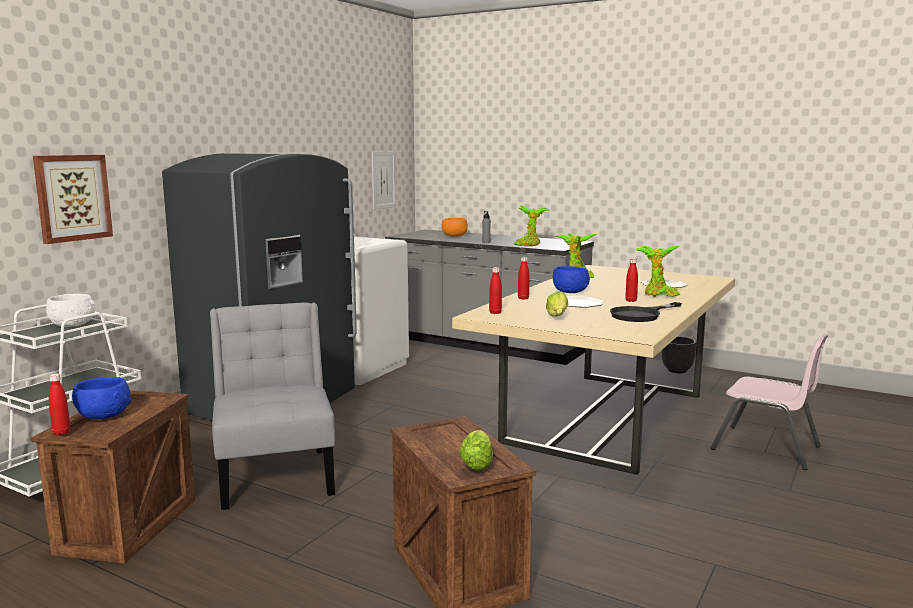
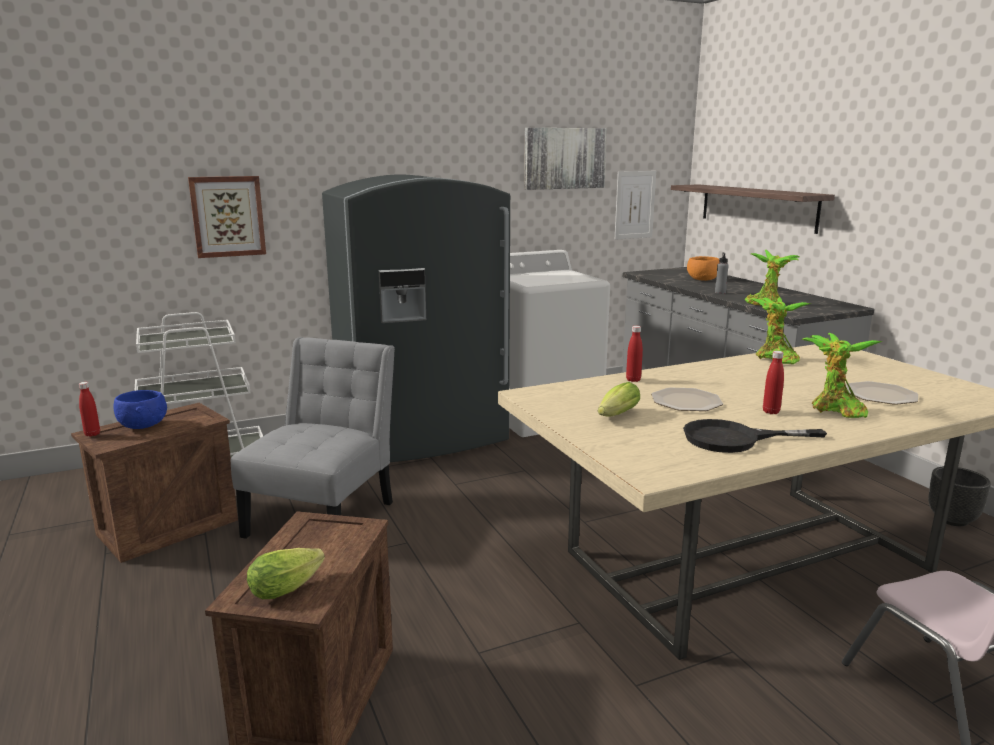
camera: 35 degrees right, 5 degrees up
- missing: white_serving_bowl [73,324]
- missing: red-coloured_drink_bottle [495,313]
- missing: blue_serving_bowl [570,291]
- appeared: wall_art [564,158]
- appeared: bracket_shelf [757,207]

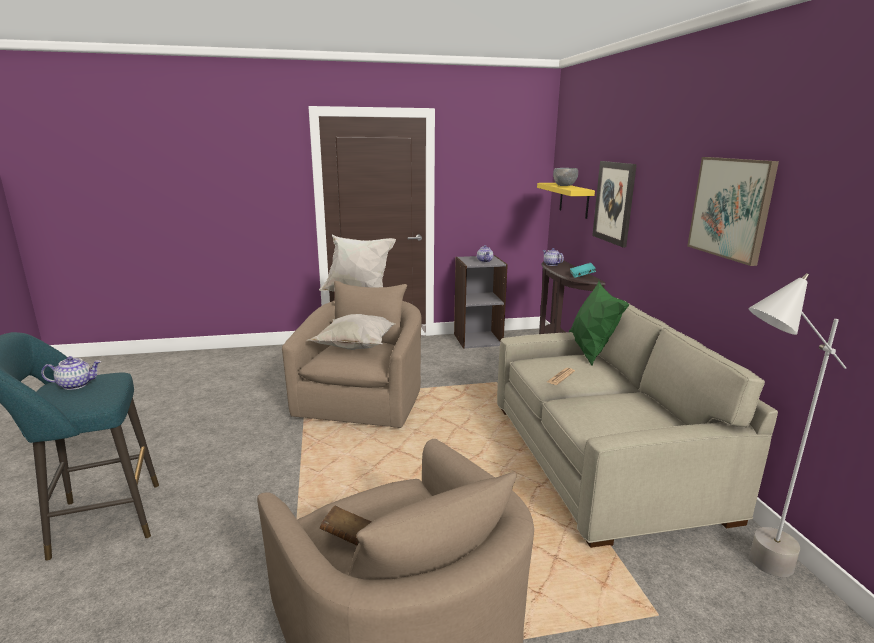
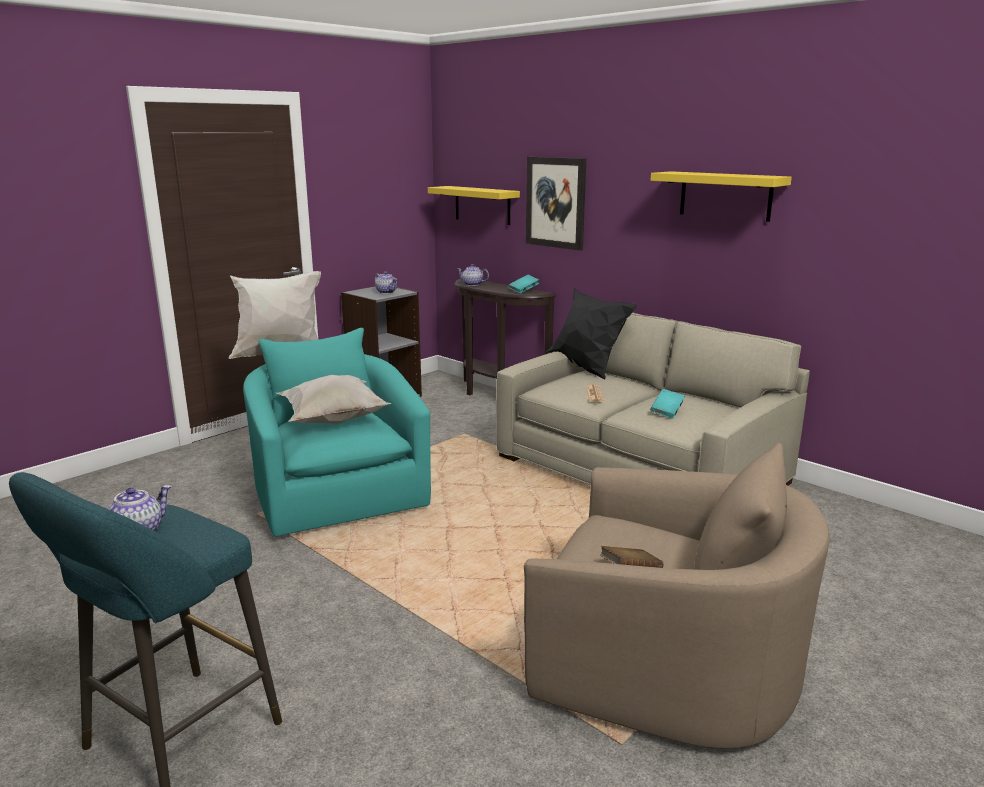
camera: 35 degrees left, 0 degrees up
- colour: beige_armchair [363,399] to blue-green_armchair [337,493]
- missing: gray_serving_bowl [564,186]
- colour: green-coloured_cushion [591,352] to black-coloured_cushion [586,368]
- exchanged: wall_art [731,208] to yellowish_bracket_shelf [725,196]
- missing: gray_standing_lamp [745,569]
- appeared: blue-green_bound_book [667,412]

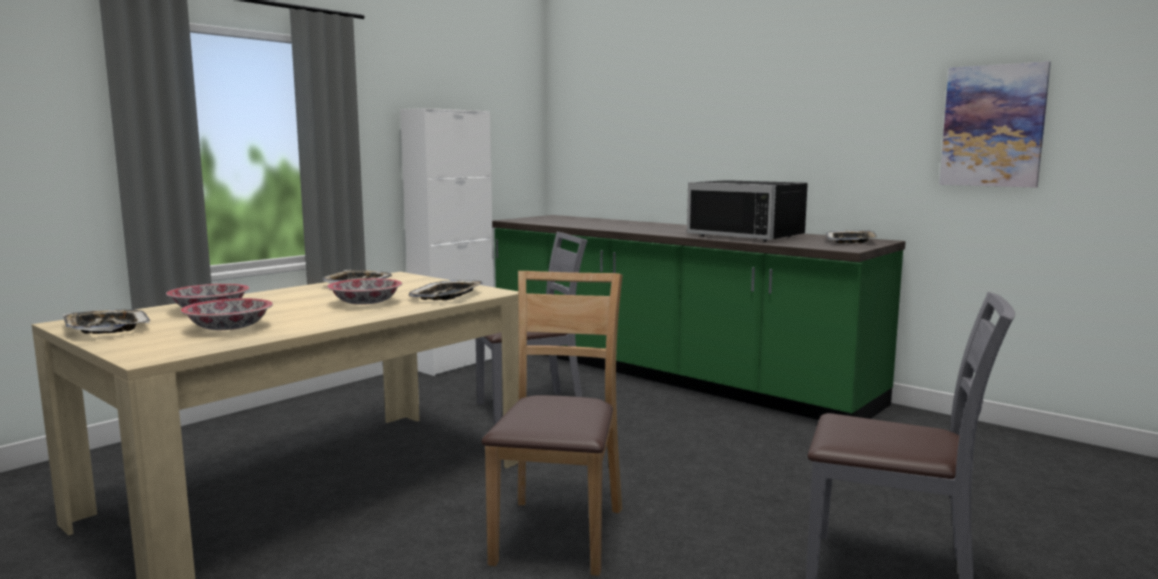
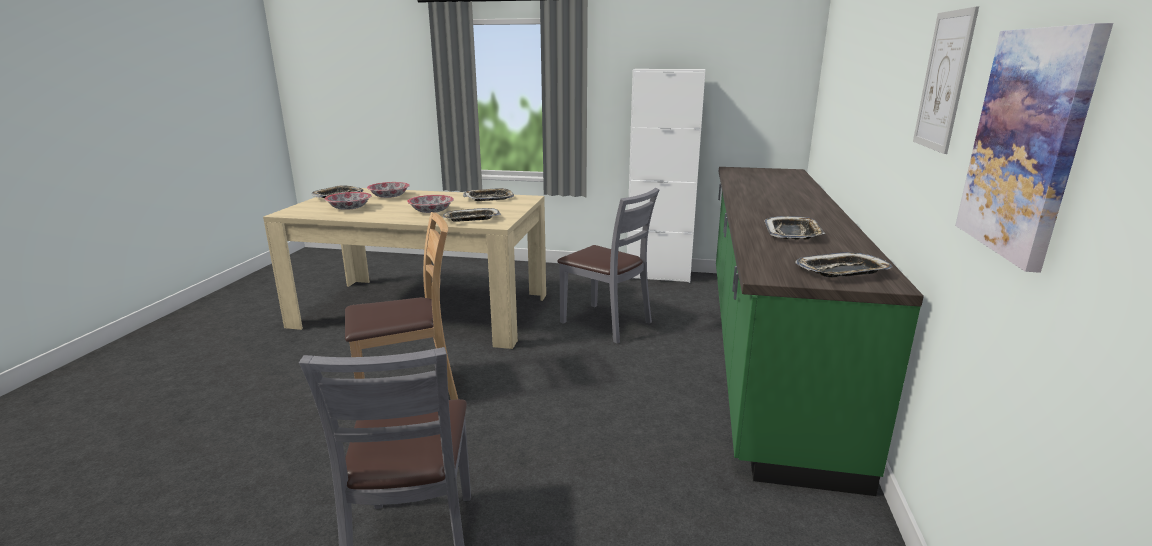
camera: 60 degrees right, 10 degrees up
- exchanged: black-coloured_microwave_oven [750,236] to tray [793,233]
- appeared: wall_art [943,81]

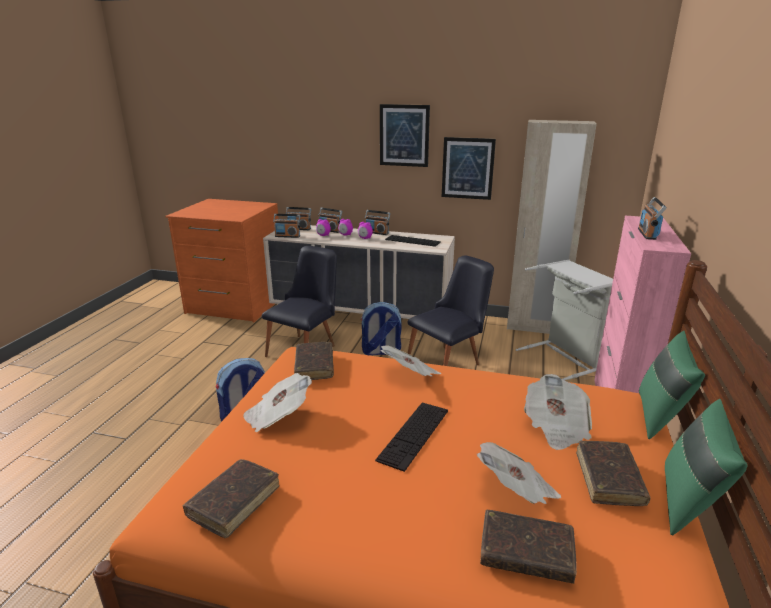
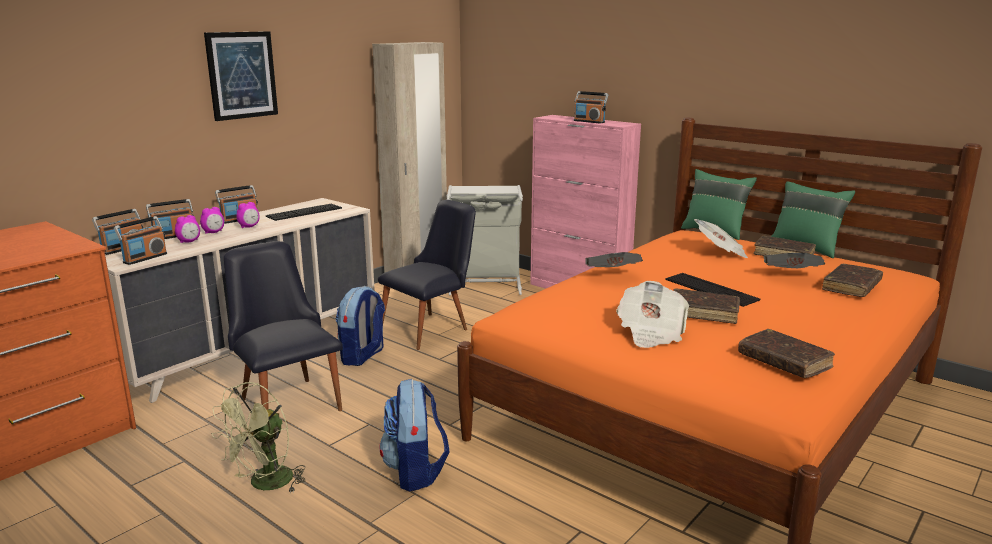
camera: 65 degrees left, 5 degrees down
- relocated: brownish_bound_book [314,366] to [703,313]
- spun: black-coloured_chair [449,362] = [431,328] 60 degrees clockwise
- missing: wall_art [468,168]
- appeared: green-coloured_fan [265,484]

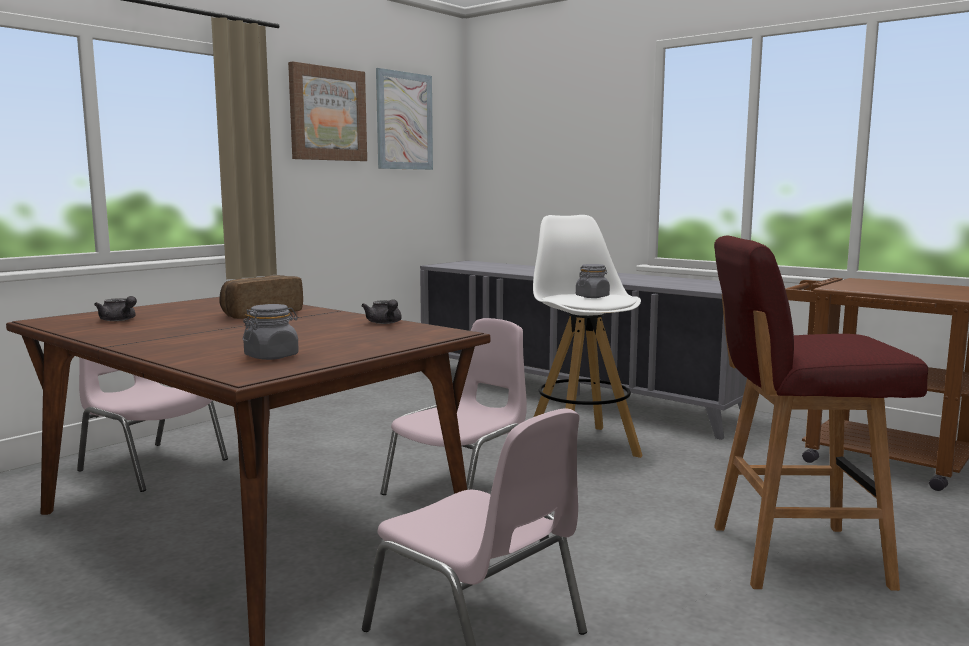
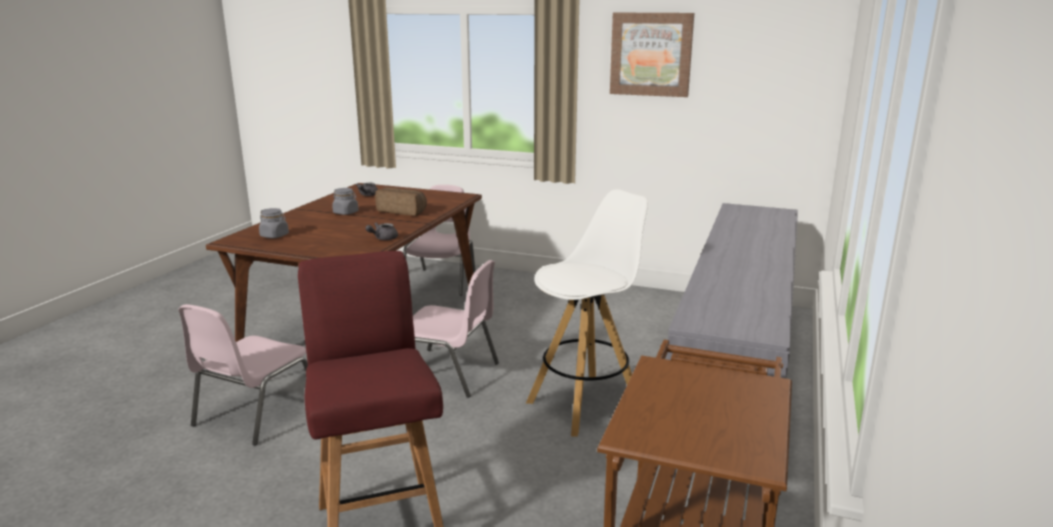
camera: 70 degrees right, 10 degrees up
- missing: wall_art [404,121]
- relocated: gray_jar [592,297] to [346,213]

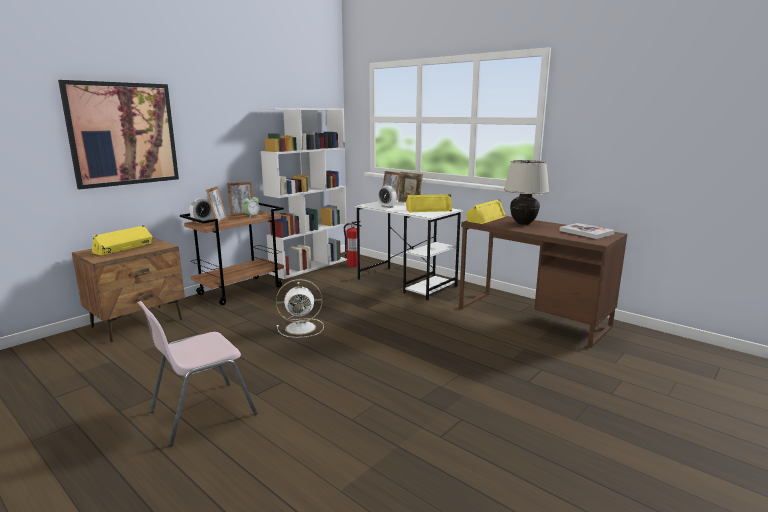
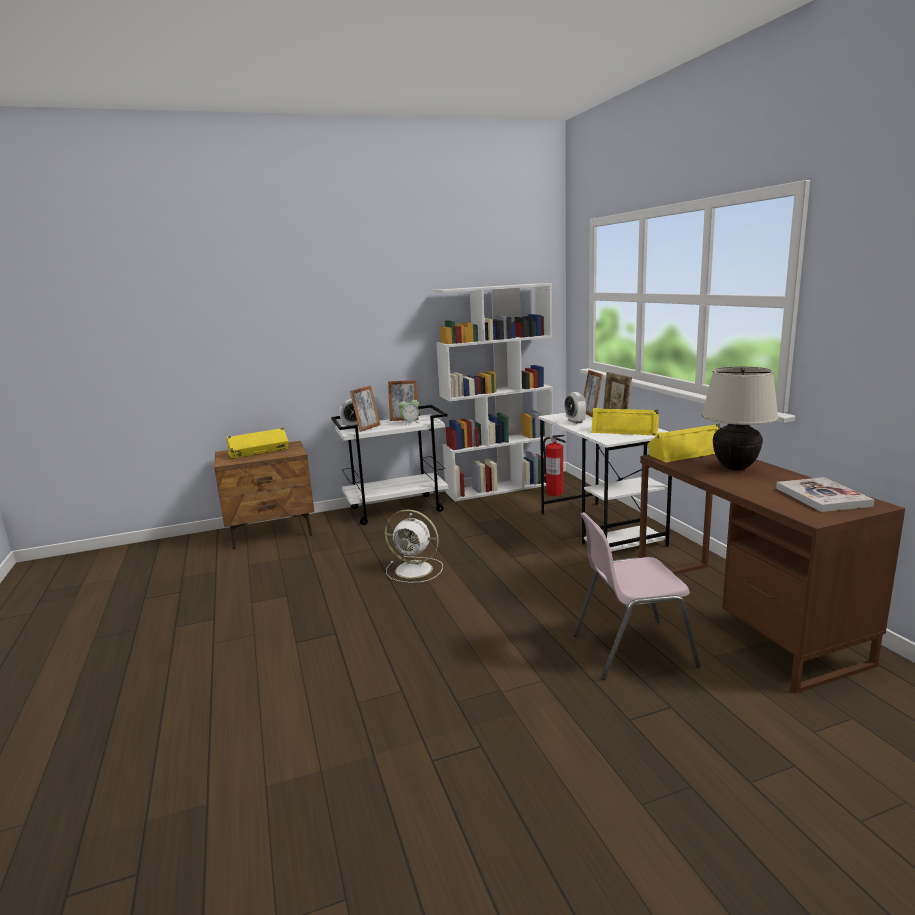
camera: 30 degrees right, 0 degrees up
- missing: wall_art [123,134]
- relocated: pink-coloured_chair [201,413] to [631,649]
- colour: brownish_wheeled_cart [241,290] to white_wheeled_cart [397,509]

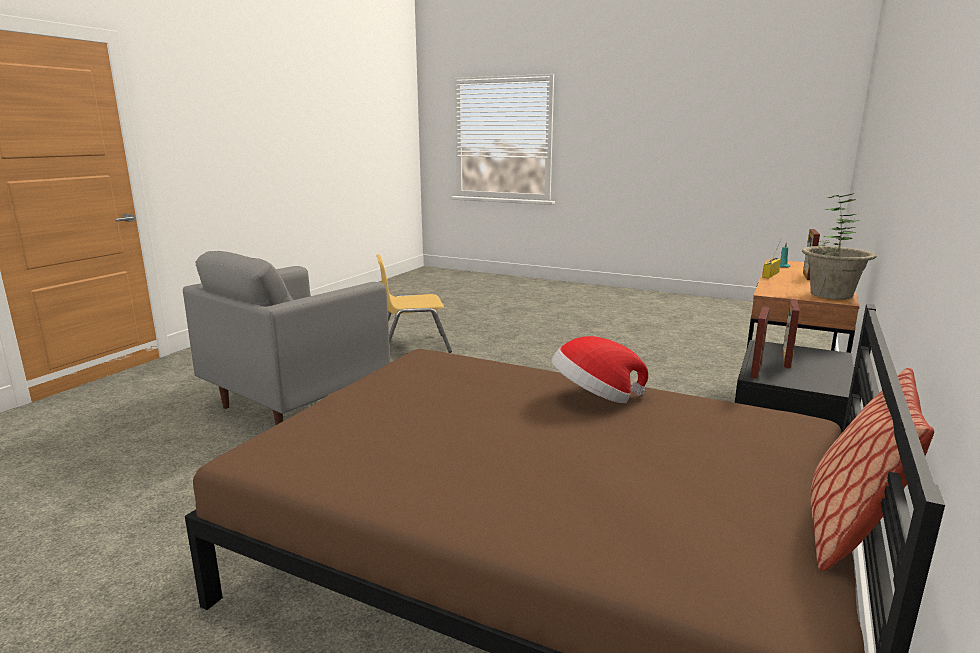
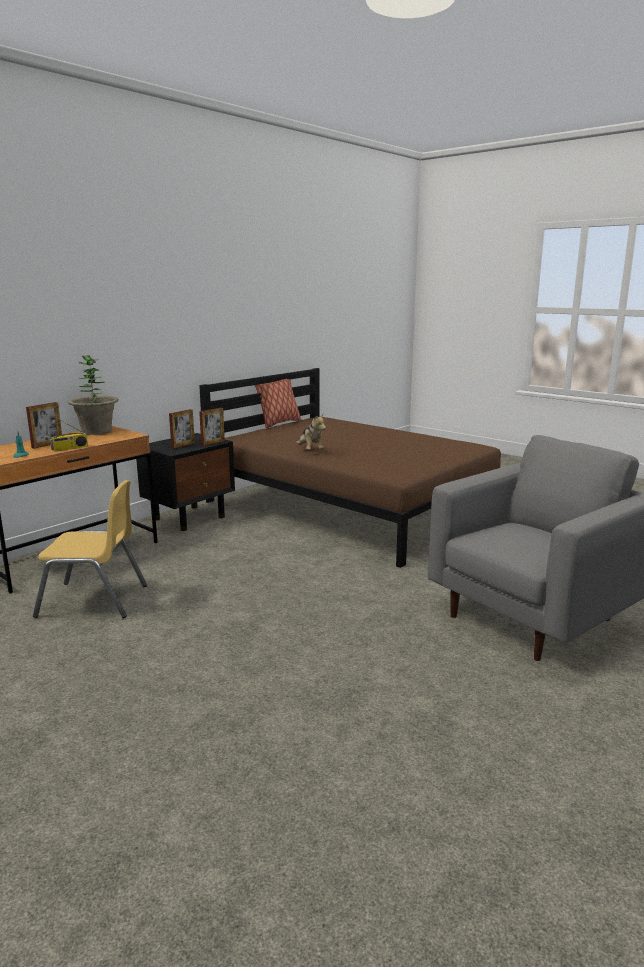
camera: 165 degrees left, 0 degrees up
- relocated: yellowish_chair [413,346] to [93,601]
- exchanged: hat [594,398] to plush_toy [310,450]

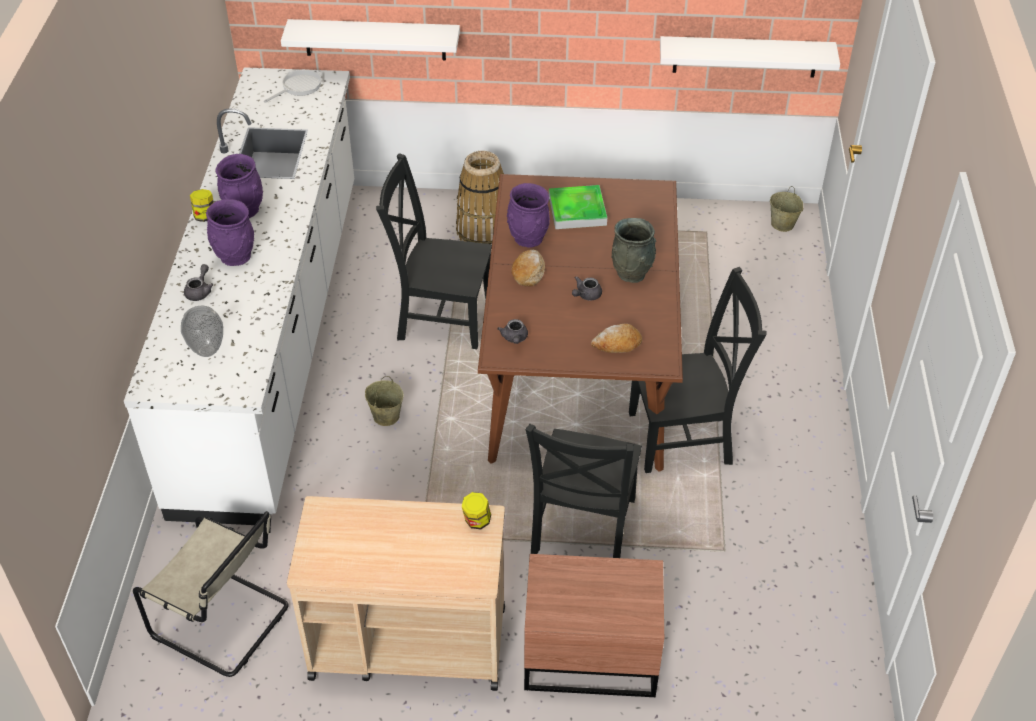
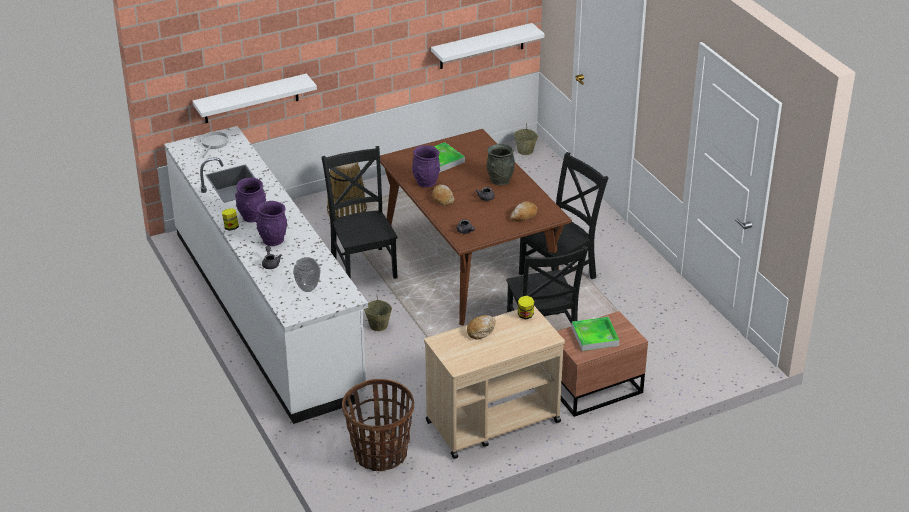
camera: 30 degrees left, 10 degrees down
- exchanged: beige_chair [225,622] to household_basket [380,454]
- spun: black-coloured_chair [440,318] = [363,266] 90 degrees clockwise
- appeared: baked_bread [481,330]
- appeared: tray [595,336]

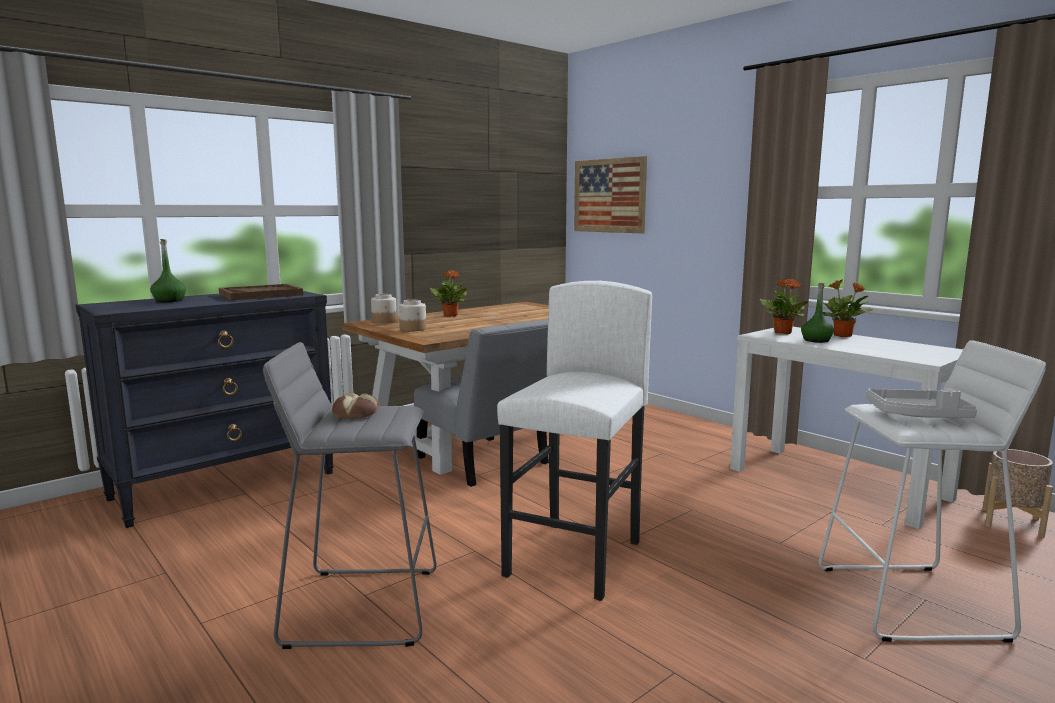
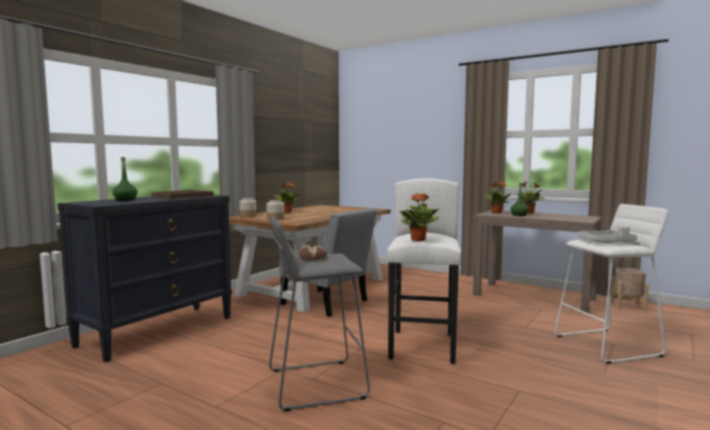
camera: 15 degrees left, 5 degrees down
- missing: wall_art [609,195]
- colour: white_console_table [837,483] to brownish_console_table [534,297]
- appeared: potted_plant [418,240]

